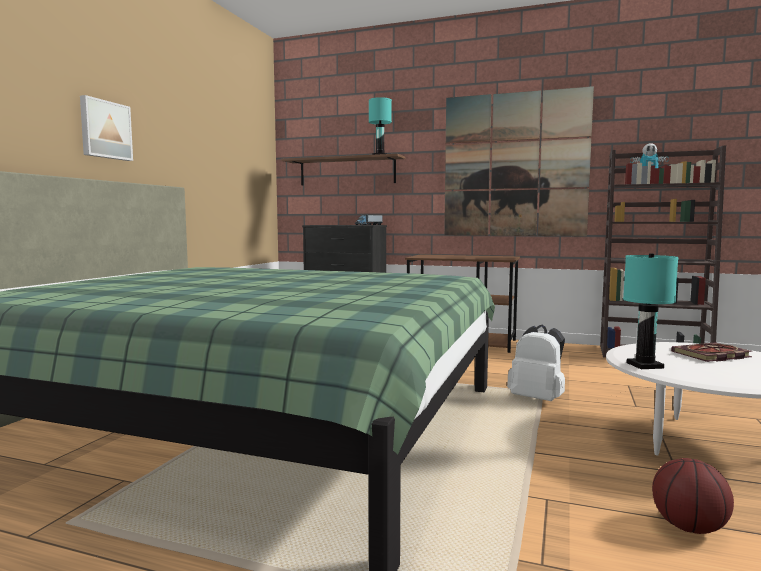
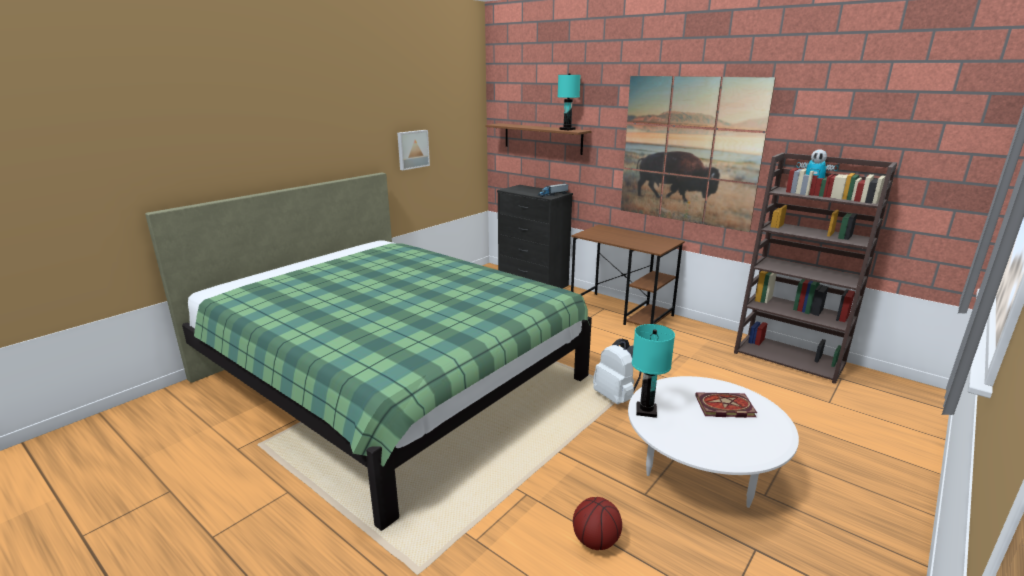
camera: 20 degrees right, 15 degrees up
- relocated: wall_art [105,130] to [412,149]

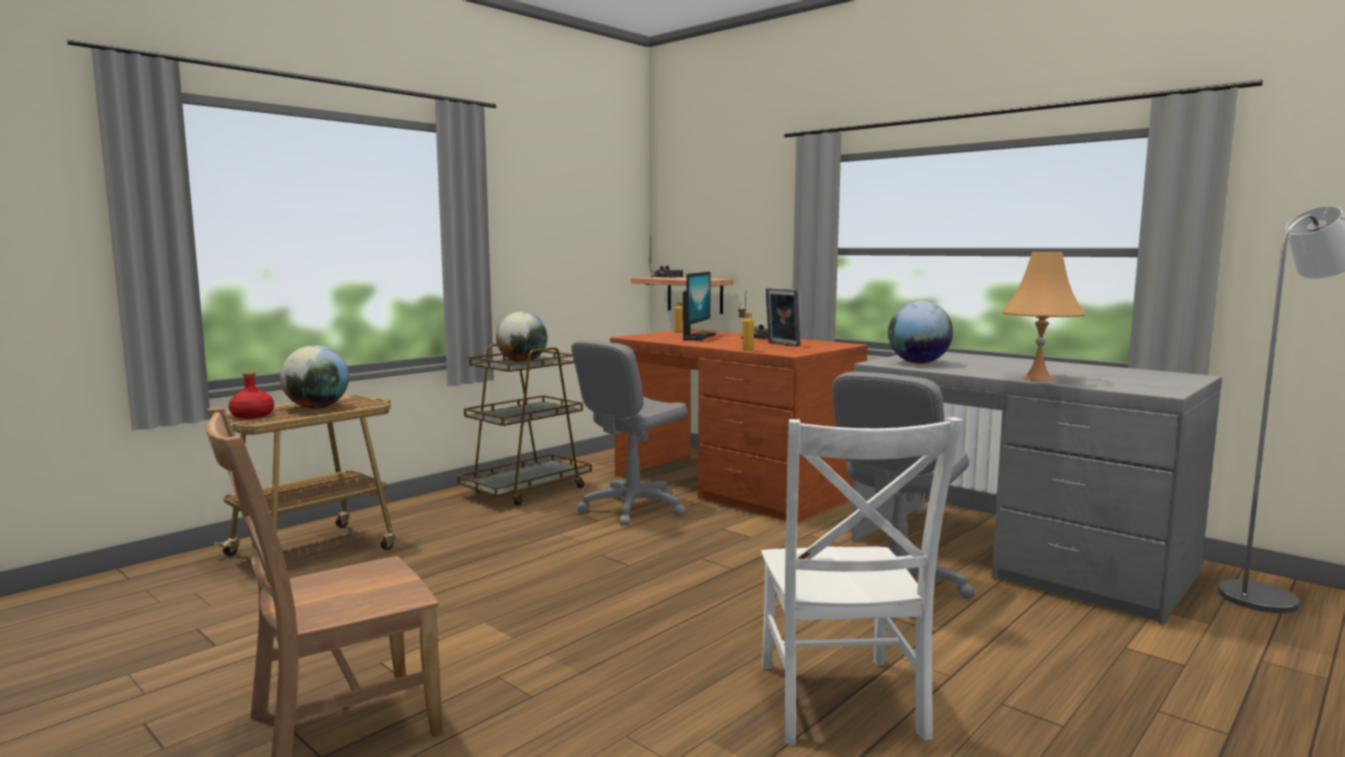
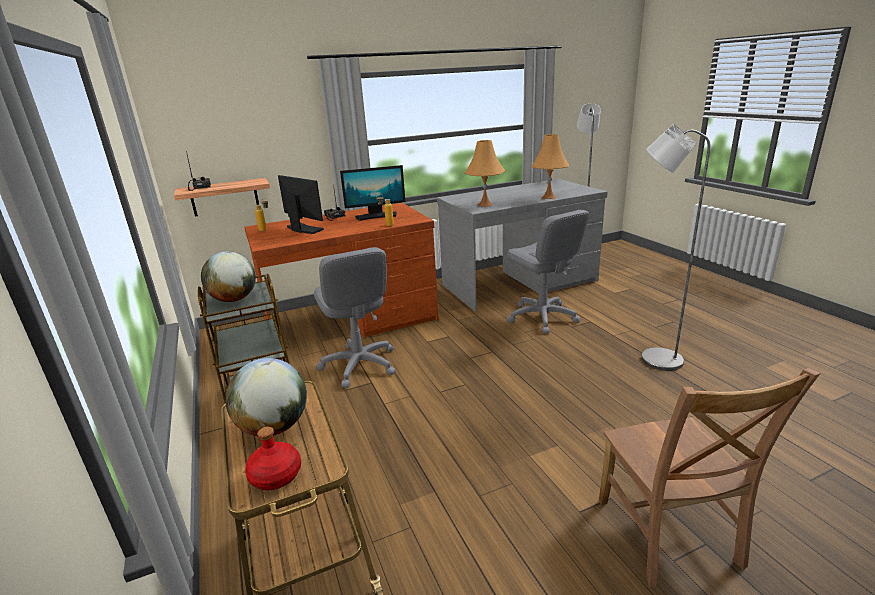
camera: 65 degrees left, 15 degrees up
- exchanged: white_chair [840,704] to gray_standing_lamp [653,359]
- exchanged: standing_frame [782,344] to computer_screen [376,216]
- exchanged: world_globe [918,363] to orange-coloured_table_lamp [485,204]

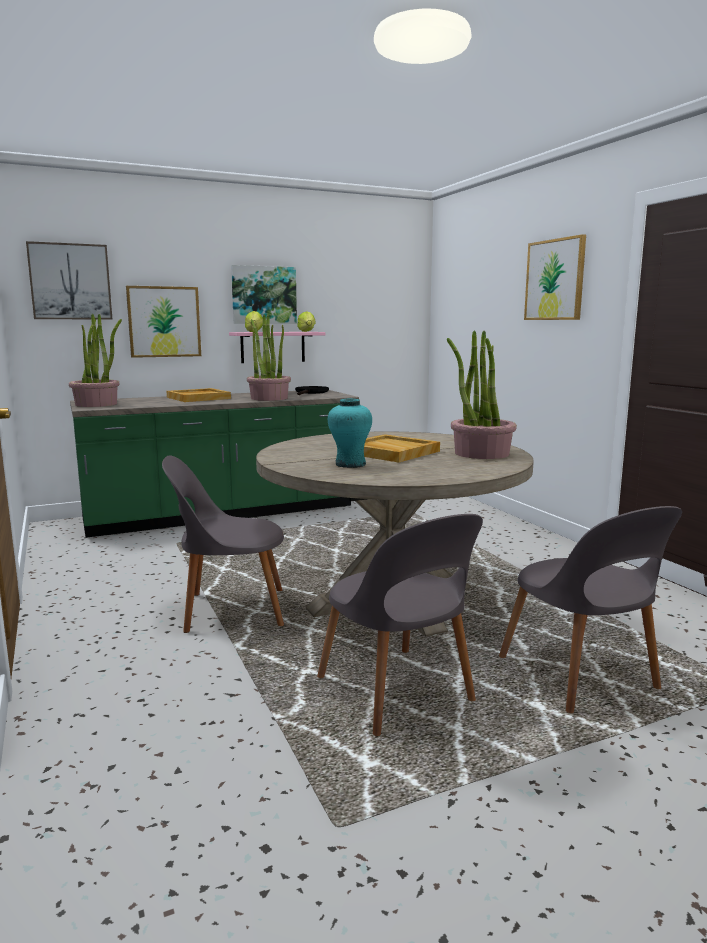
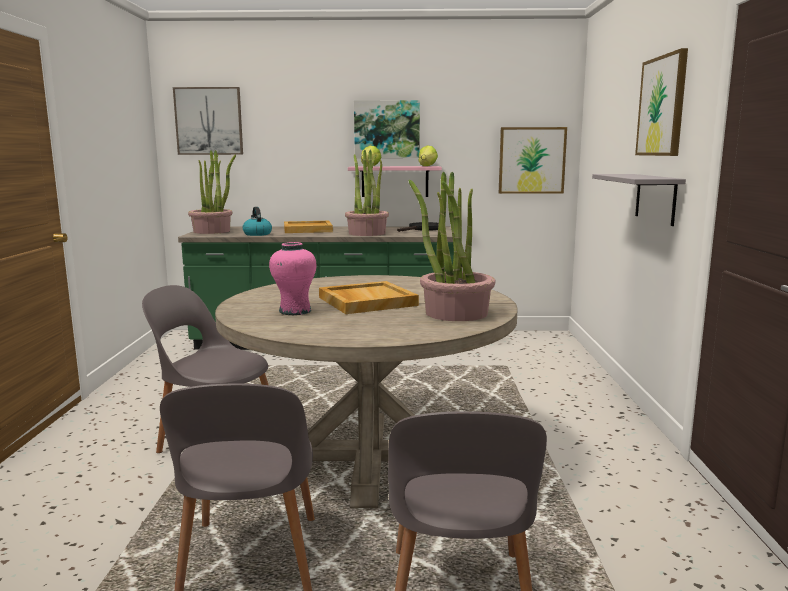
camera: 25 degrees right, 0 degrees up
- relocated: wall_art [164,322] to [531,160]
- colour: blue-green_decorative_vase [350,464] to pink-coloured_decorative_vase [295,311]
- appeared: kettle [257,234]
- appeared: gray_bracket_shelf [655,198]

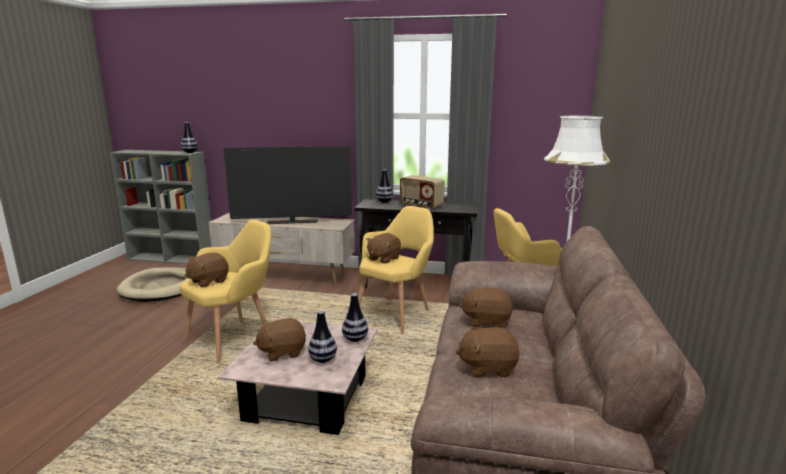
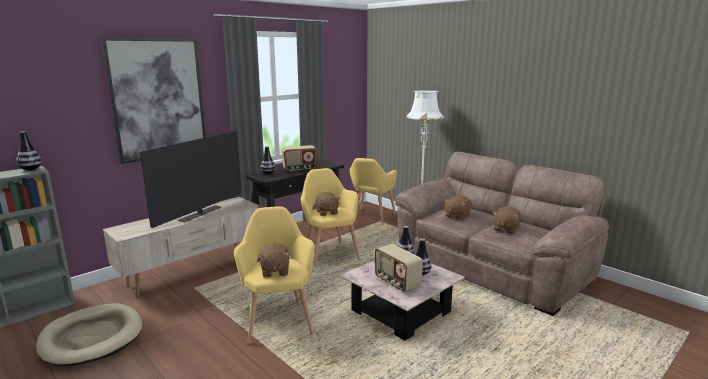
camera: 55 degrees left, 0 degrees up
- exchanged: brownish_plush_toy [282,352] to radio [396,282]
- appeared: wall_art [158,99]

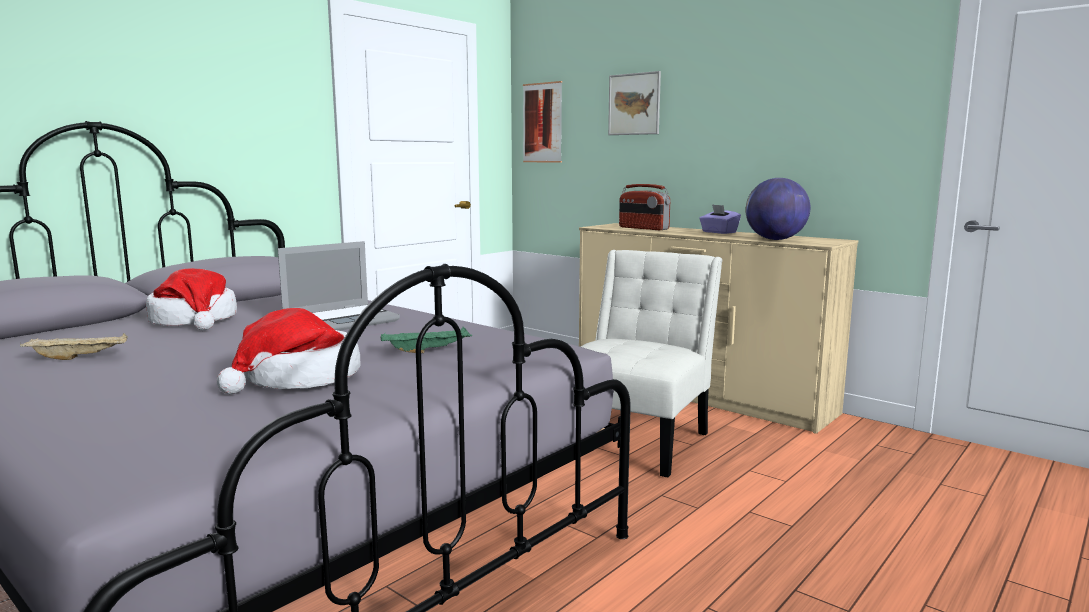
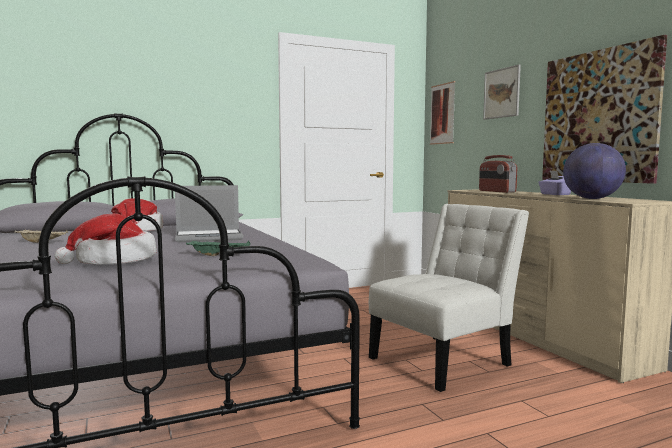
camera: 25 degrees right, 5 degrees down
- appeared: wall_art [598,116]

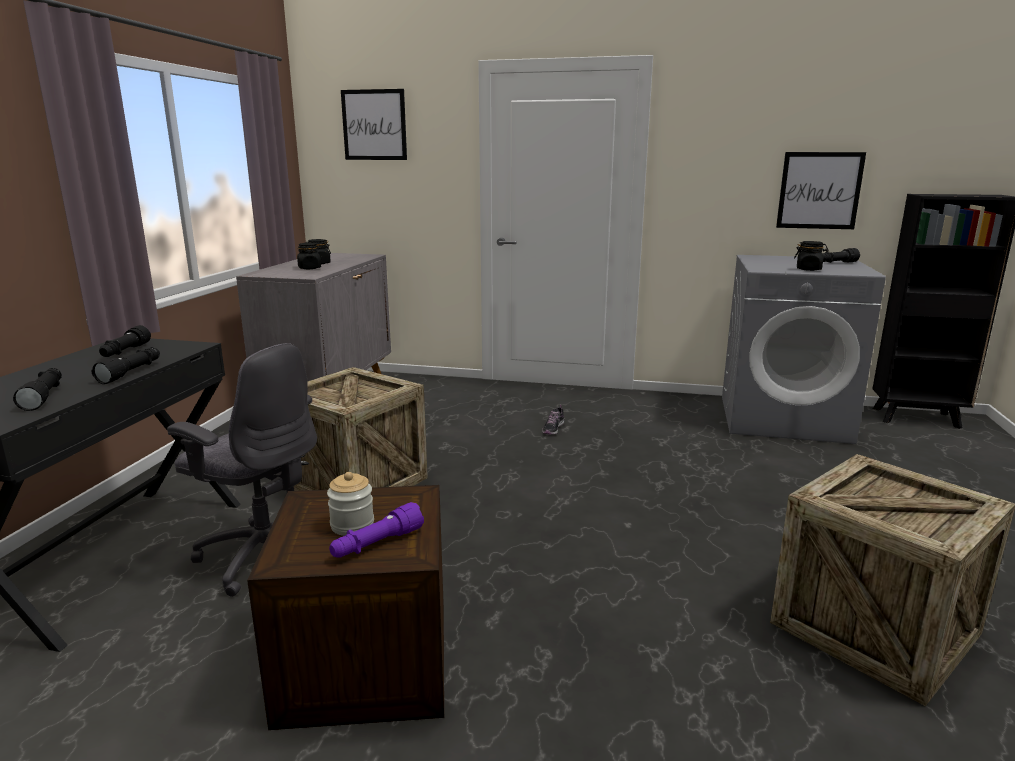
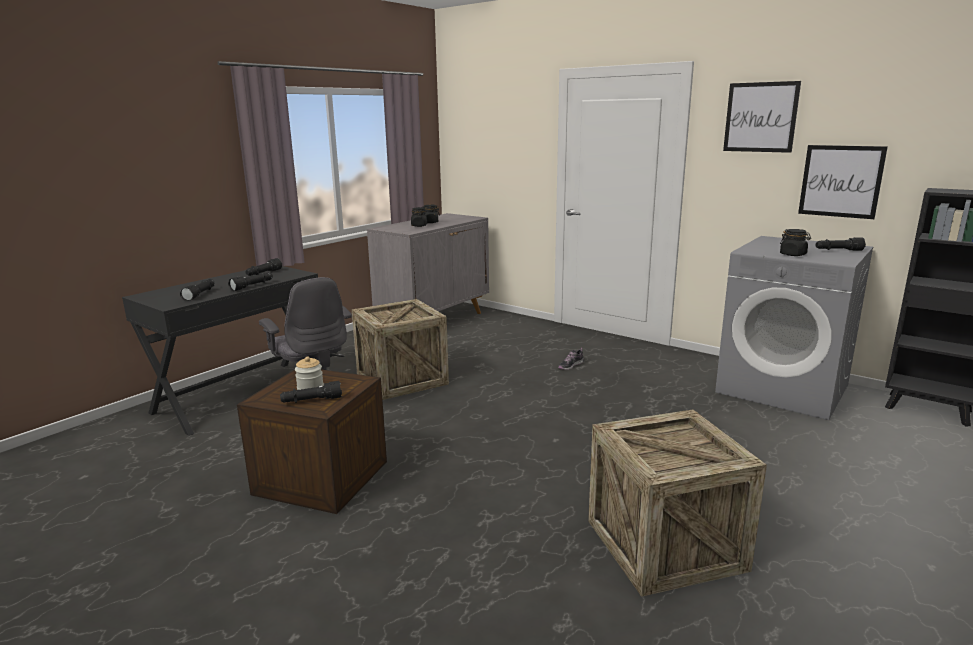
camera: 25 degrees right, 0 degrees up
- colour: purple_torch [377,544] to black-coloured_torch [311,401]
- relocated: wall_art [374,125] to [760,117]

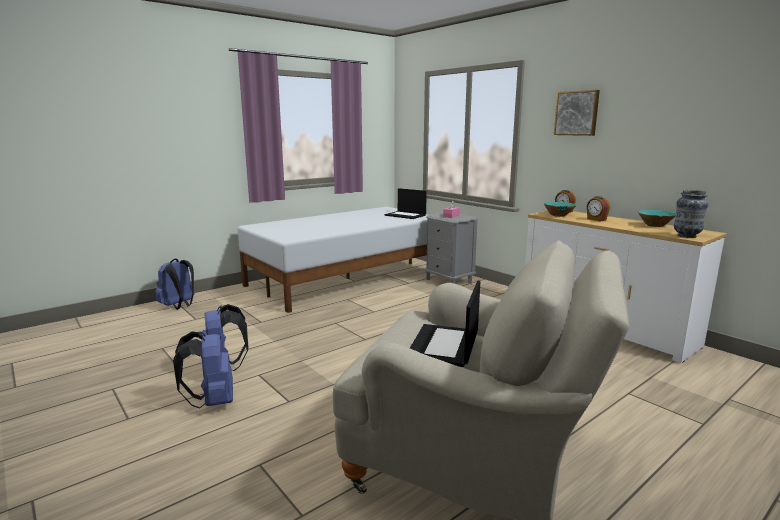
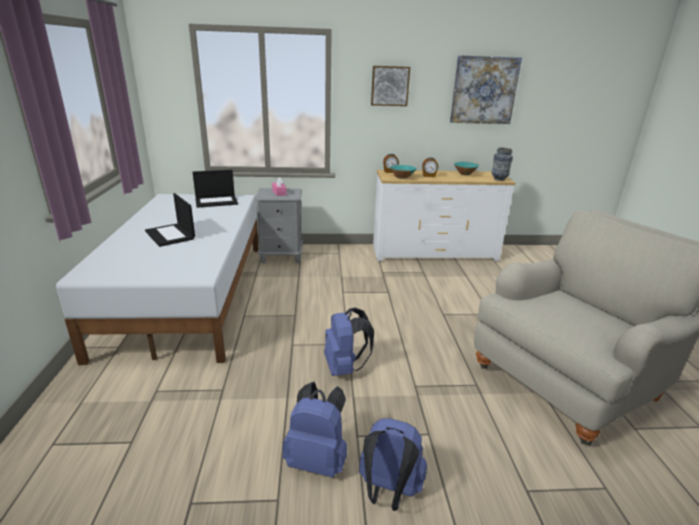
camera: 55 degrees left, 10 degrees up
- relocated: blue_knapsack [179,306] to [345,367]
- relocated: portable_computer [444,346] to [170,235]
- appeared: wall_art [484,90]

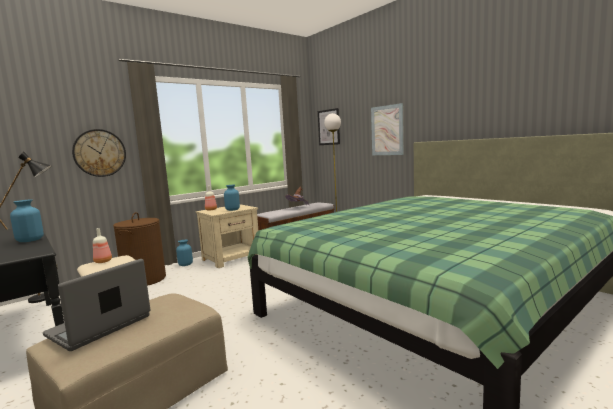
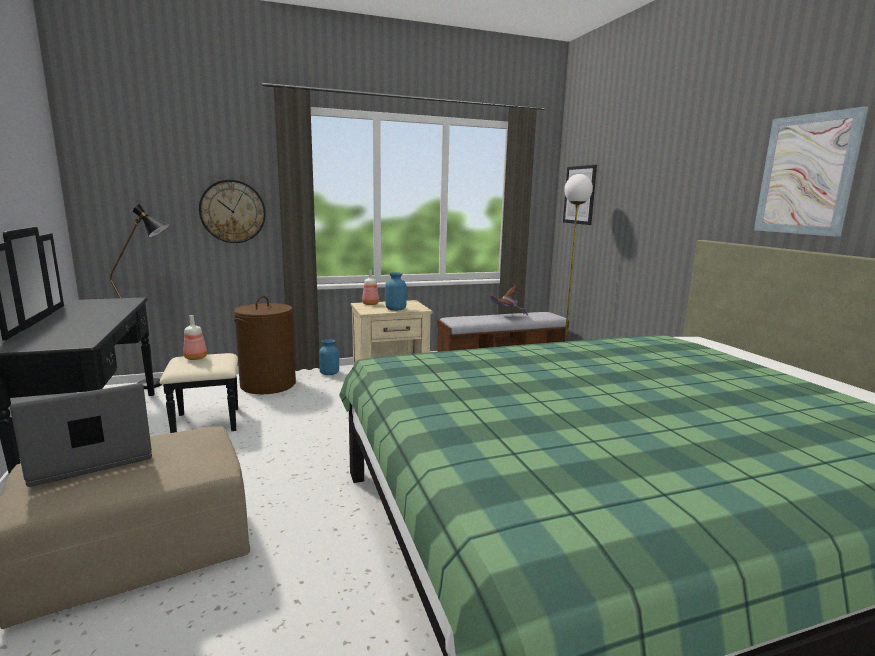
camera: 20 degrees right, 5 degrees up
- missing: blue_decorative_vase [30,240]
- relocated: wall_art [387,130] to [806,175]

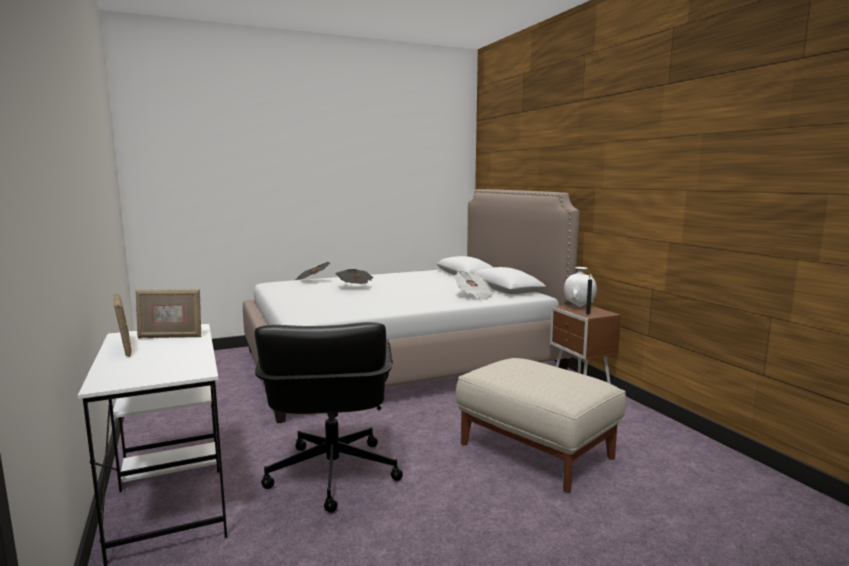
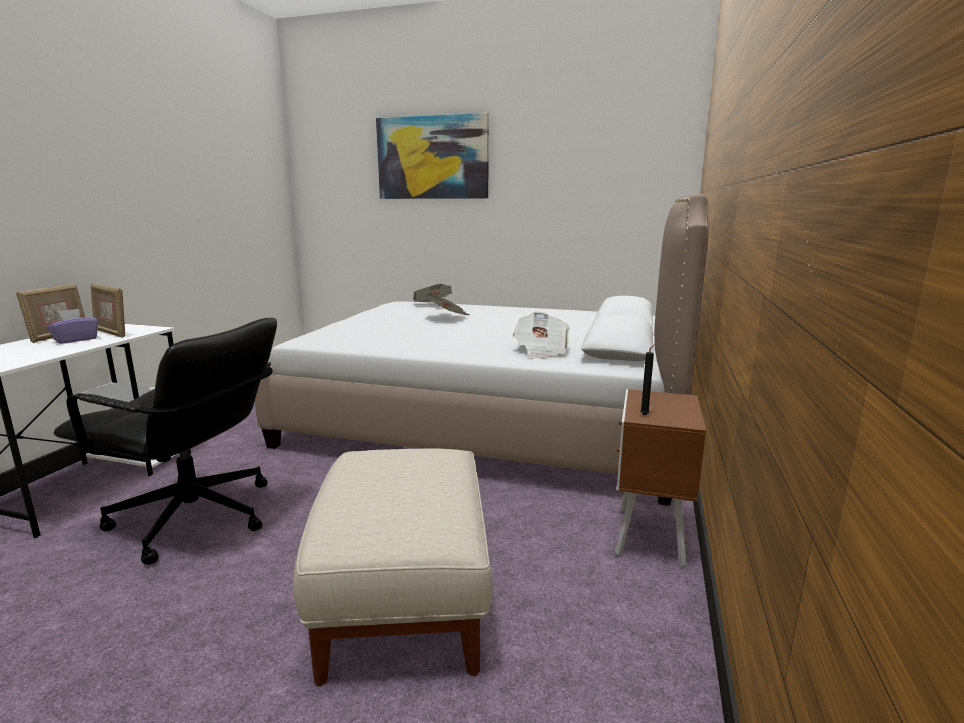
camera: 40 degrees right, 5 degrees up
- spun: black-coloured_desk_chair [332,474] = [195,518] 105 degrees counterclockwise
- missing: white_decorative_vase [579,306]
- appeared: purple_tissue_box [75,340]
- appeared: wall_art [432,158]

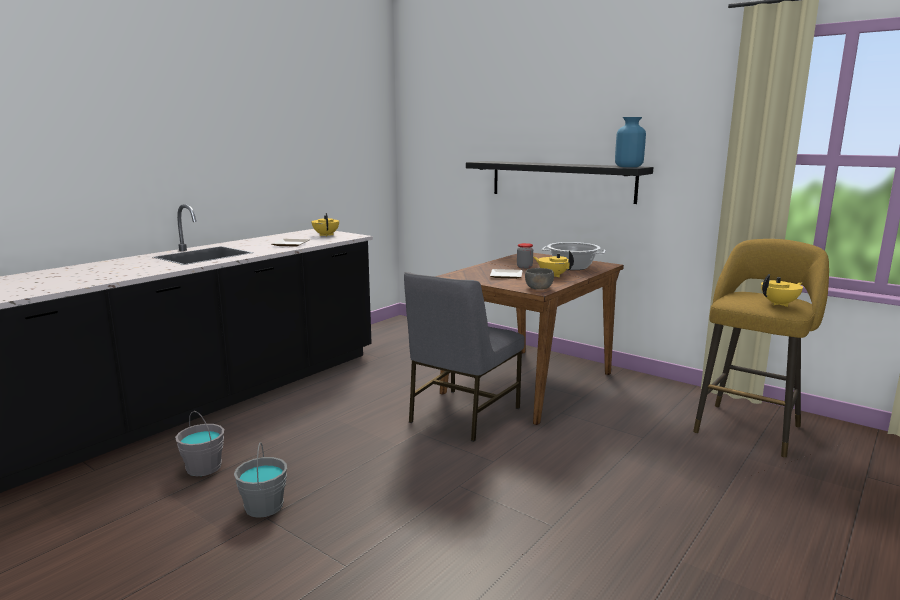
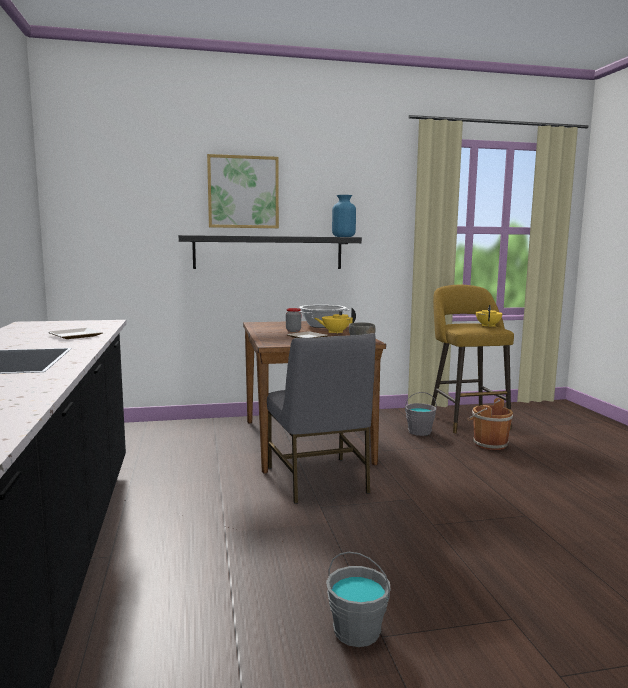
camera: 50 degrees left, 5 degrees down
- relocated: gray_bucket [204,467] to [419,431]
- missing: yellowish_pot_for_tea [326,235]
- appeared: wall_art [243,192]
- appeared: brownish_bucket [488,444]

